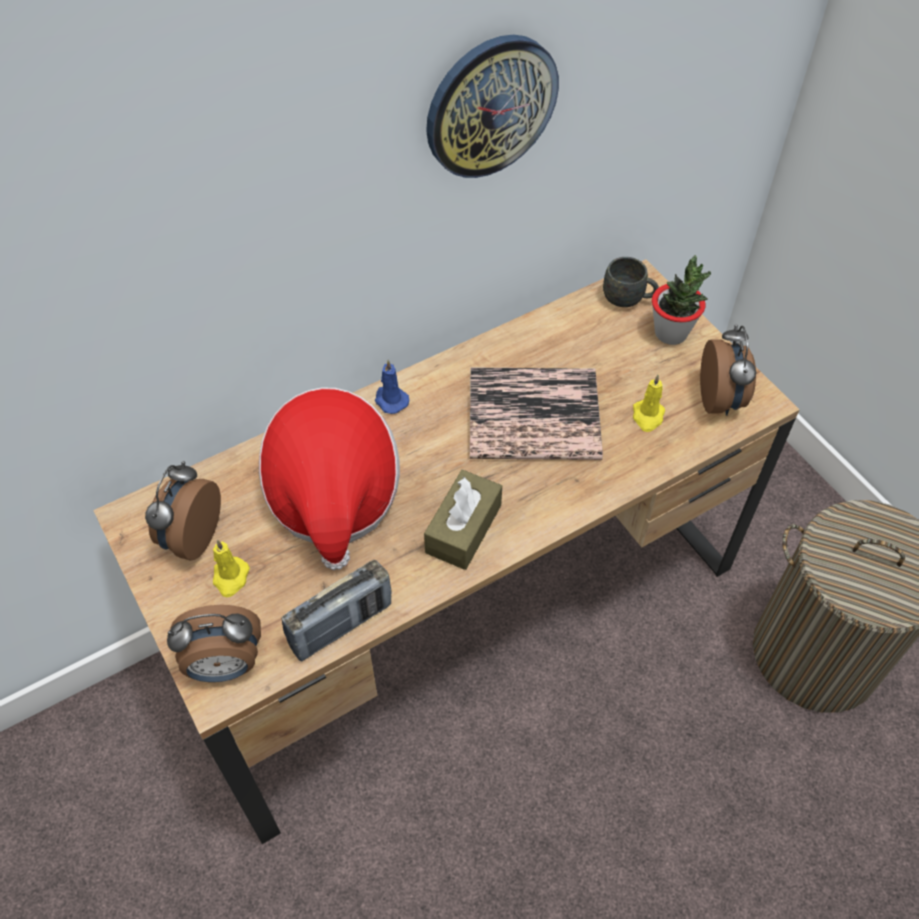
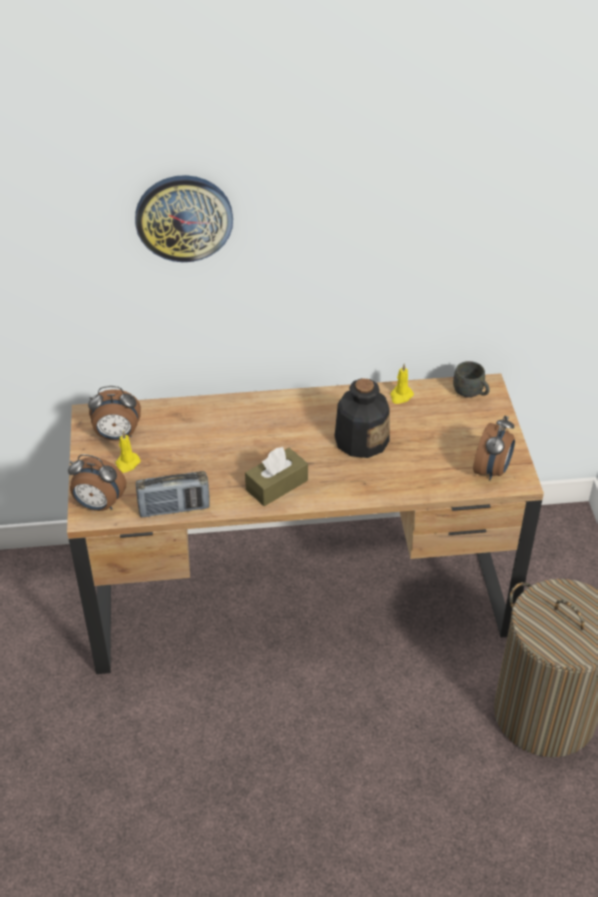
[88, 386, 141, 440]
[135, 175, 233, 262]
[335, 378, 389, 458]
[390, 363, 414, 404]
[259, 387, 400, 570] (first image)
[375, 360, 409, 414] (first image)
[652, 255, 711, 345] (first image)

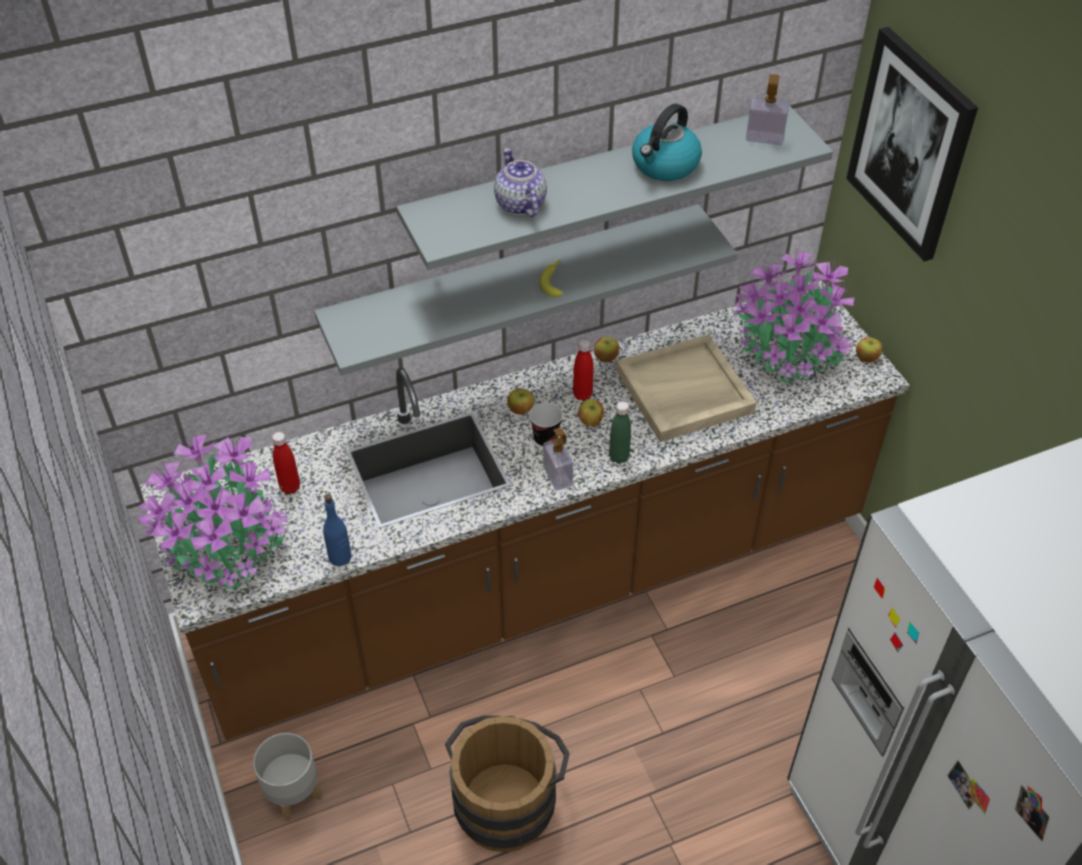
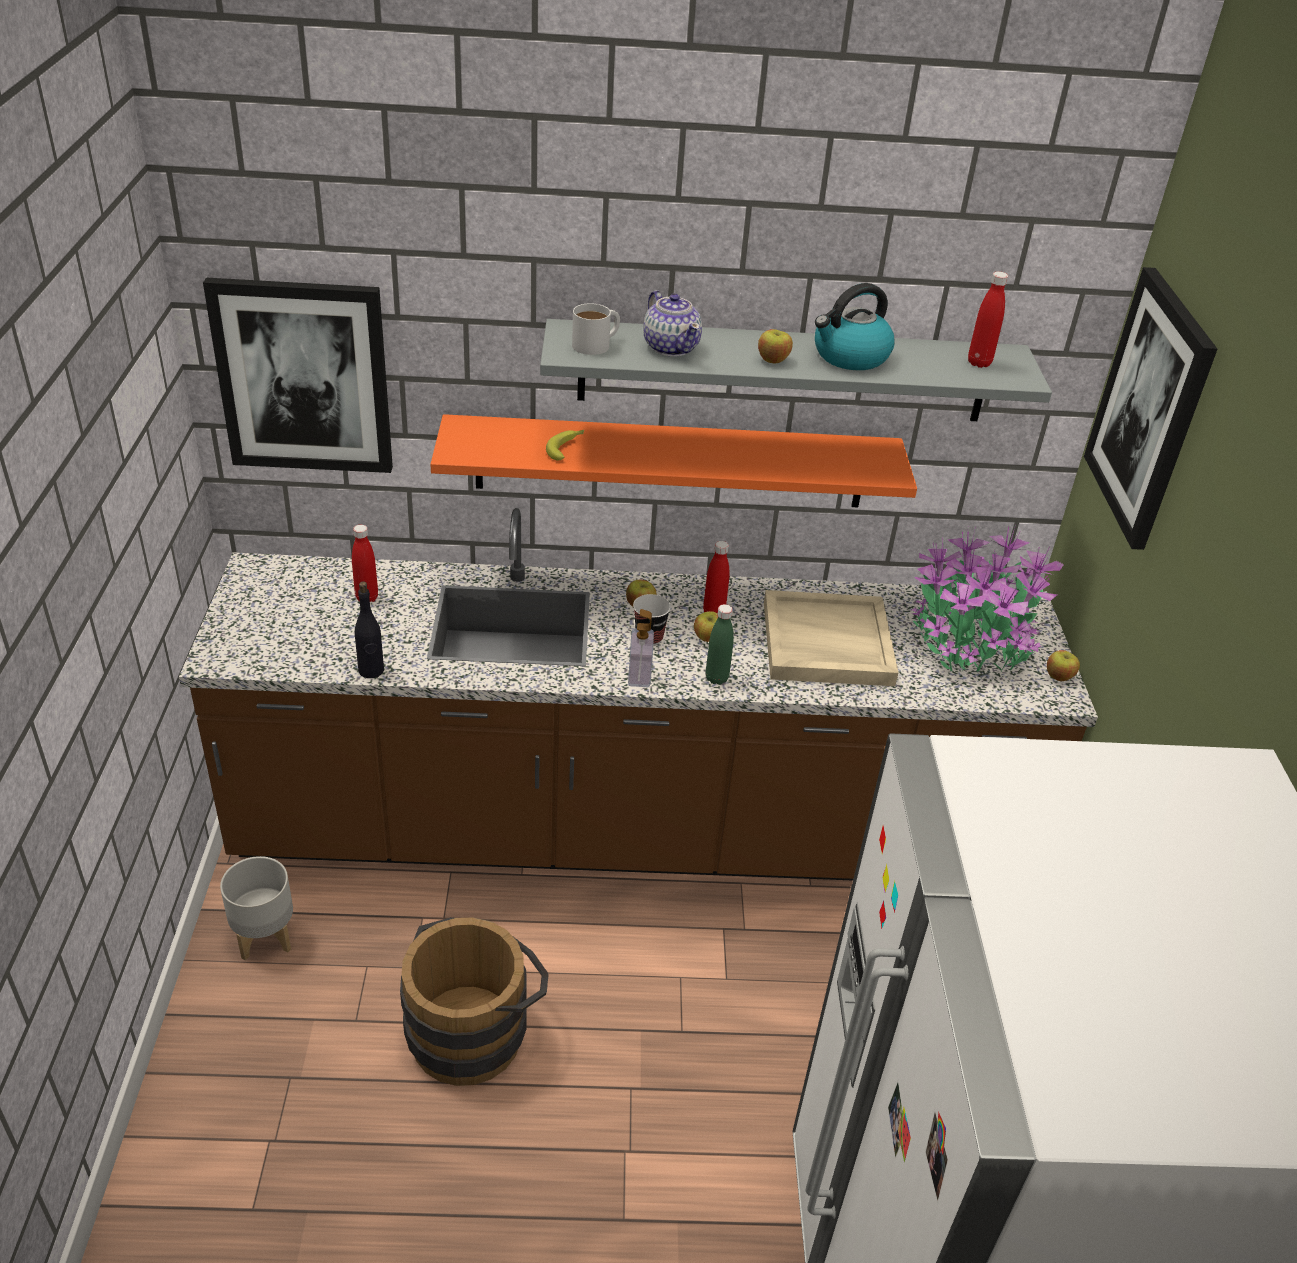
[203, 278, 393, 473]
[355, 581, 384, 678]
[430, 414, 917, 507]
[546, 430, 584, 460]
[572, 304, 620, 355]
[643, 290, 702, 357]
[758, 329, 793, 363]
[968, 272, 1008, 368]
[137, 432, 288, 589] (first image)

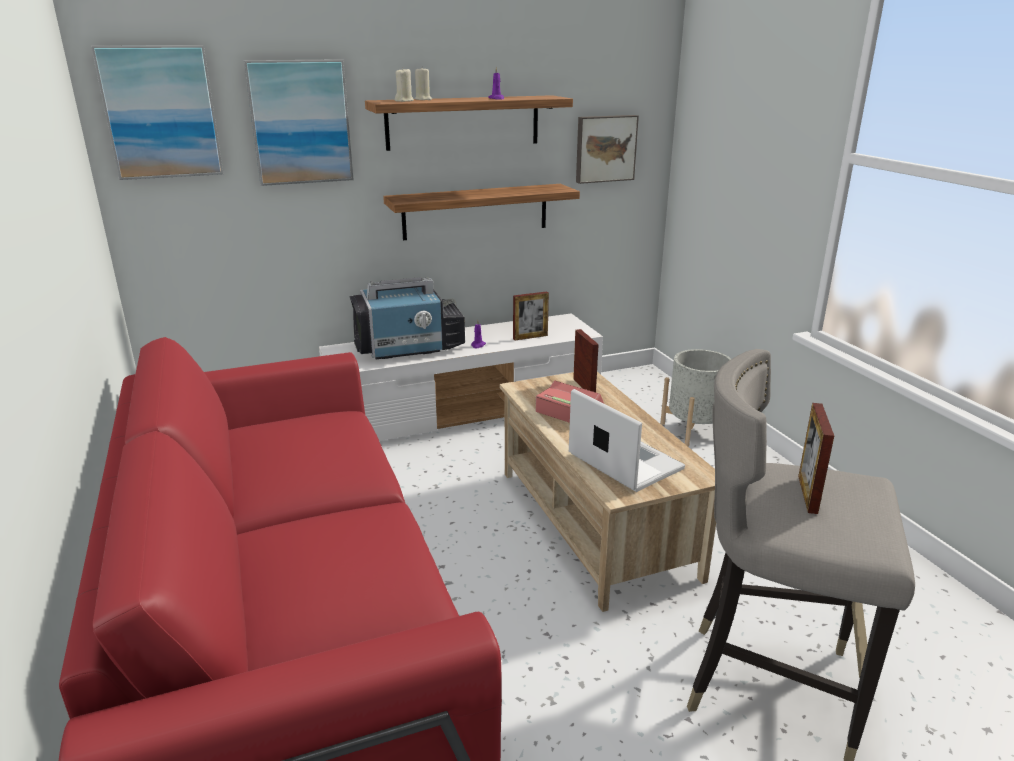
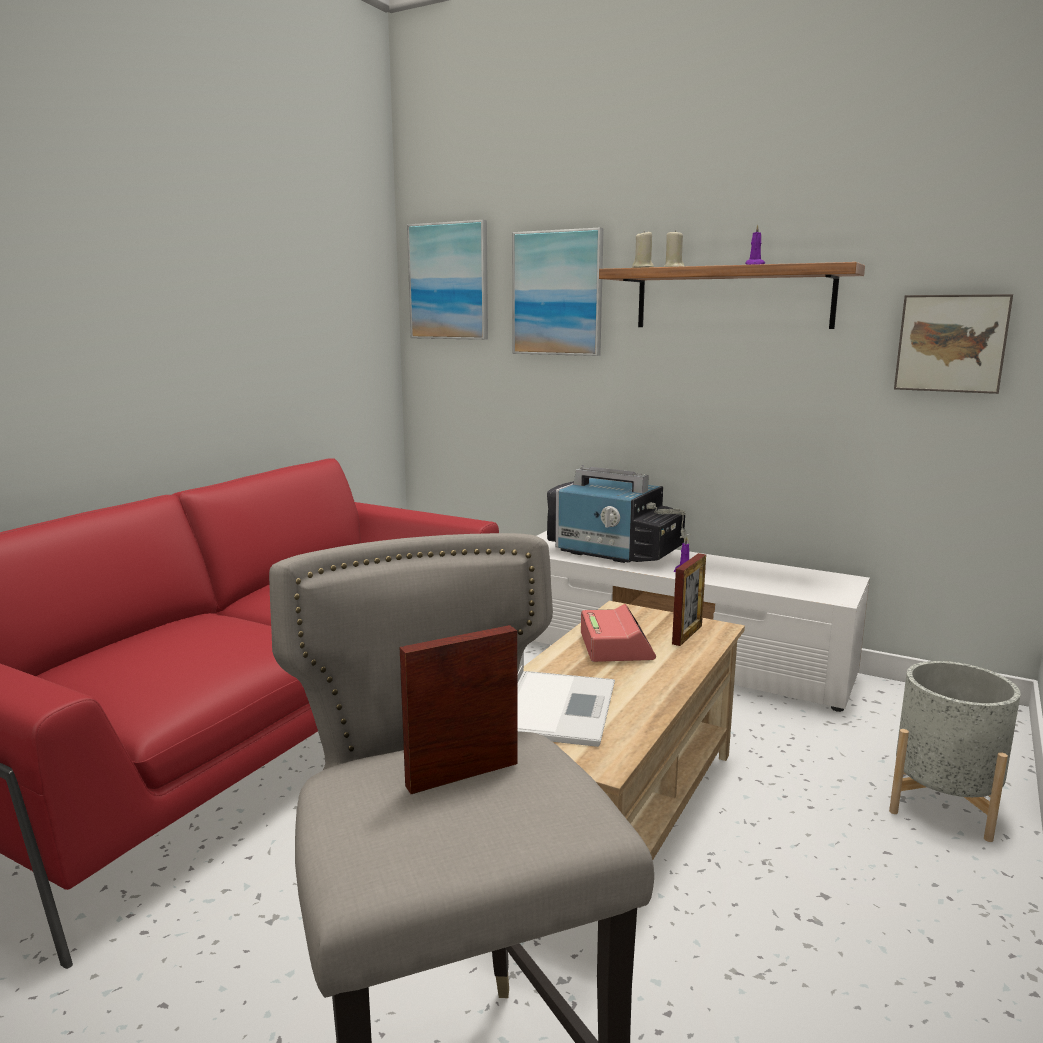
[383, 184, 580, 240] (first image)
[513, 291, 549, 340] (first image)

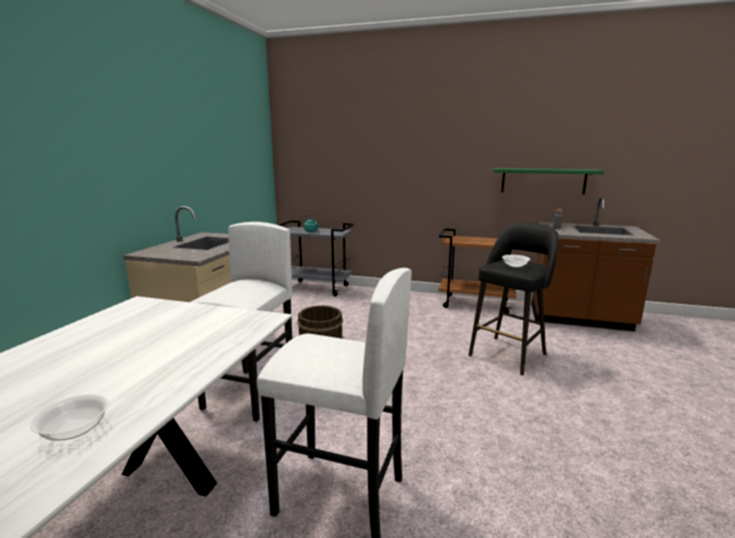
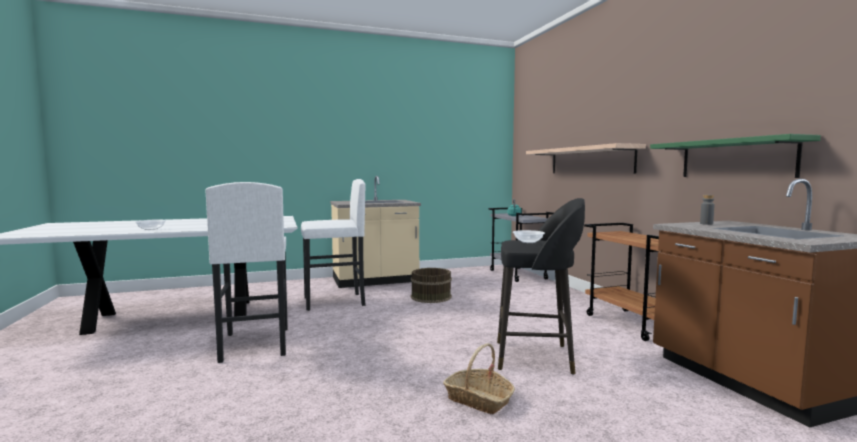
[443, 343, 515, 414]
[526, 143, 646, 173]

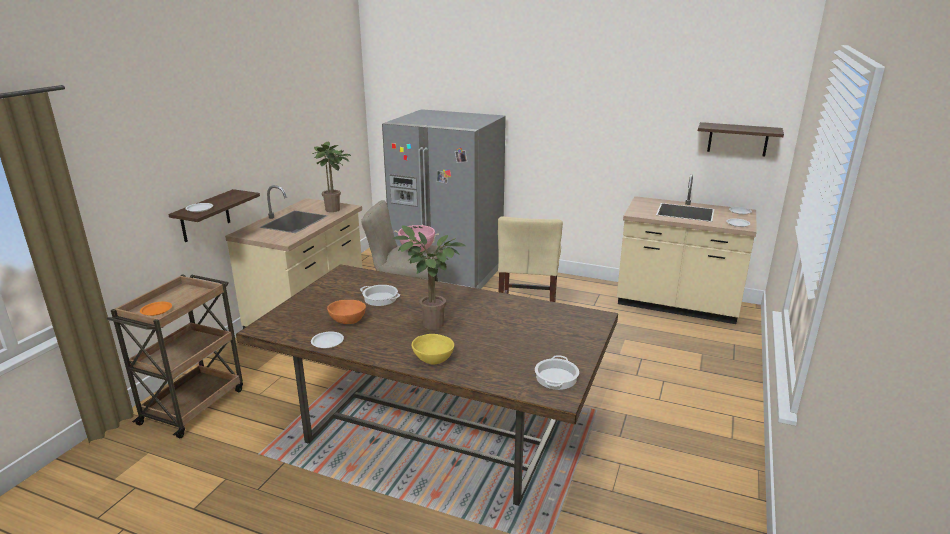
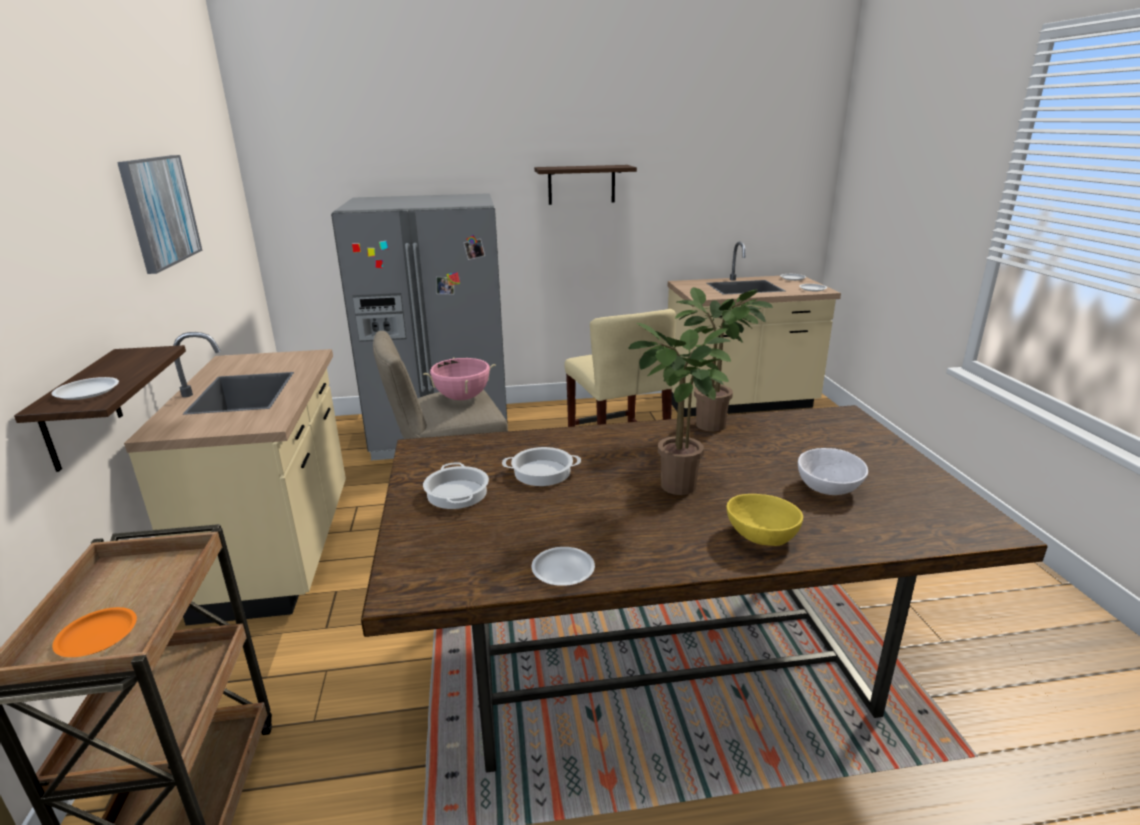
[117, 155, 202, 274]
[423, 462, 489, 509]
[534, 165, 637, 205]
[675, 287, 773, 432]
[798, 448, 868, 495]
[327, 300, 366, 324] (first image)

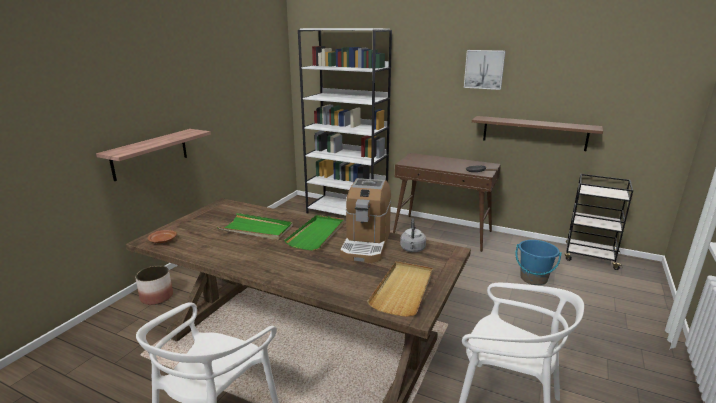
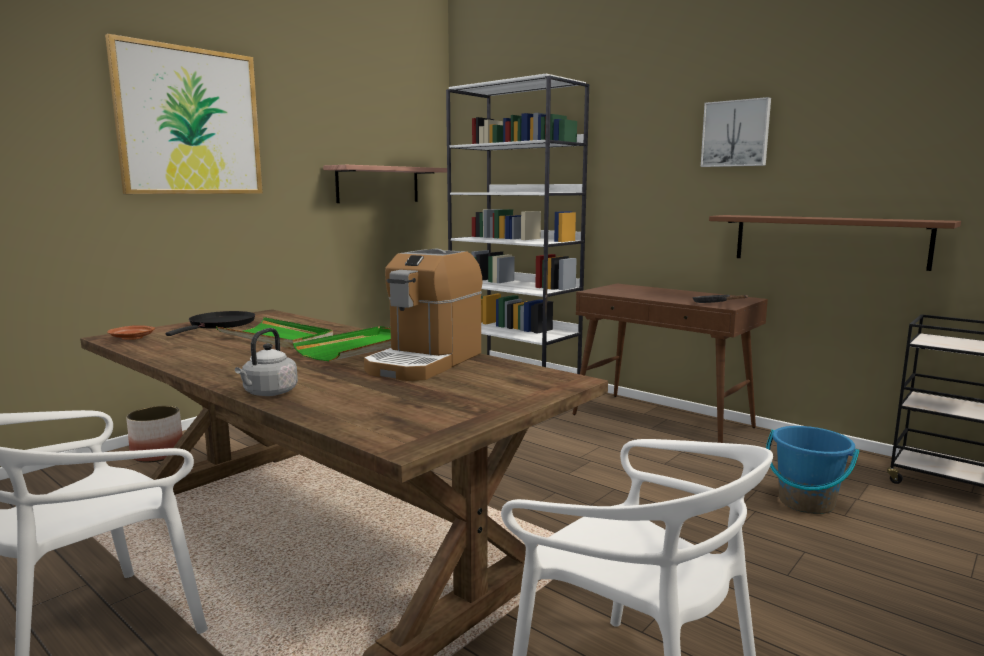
[105, 34, 263, 194]
[166, 311, 255, 336]
[235, 328, 298, 396]
[323, 165, 447, 203]
[367, 261, 433, 317] (first image)

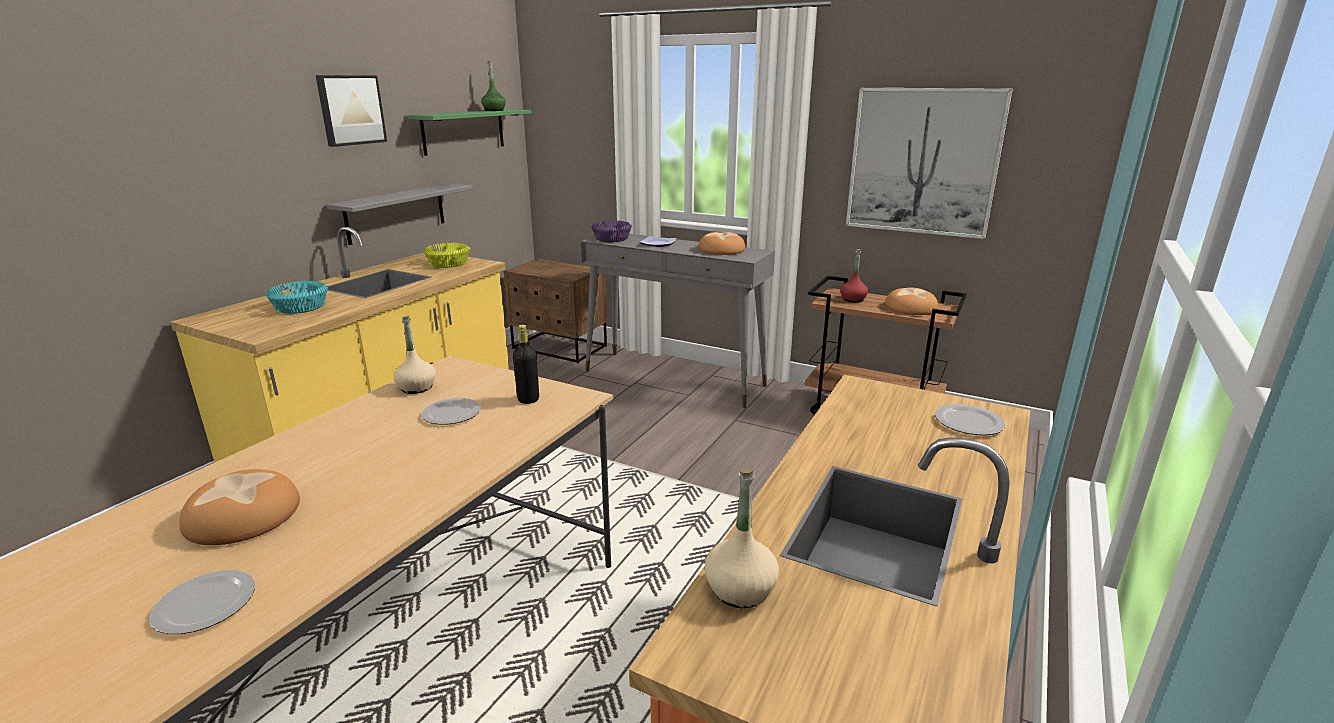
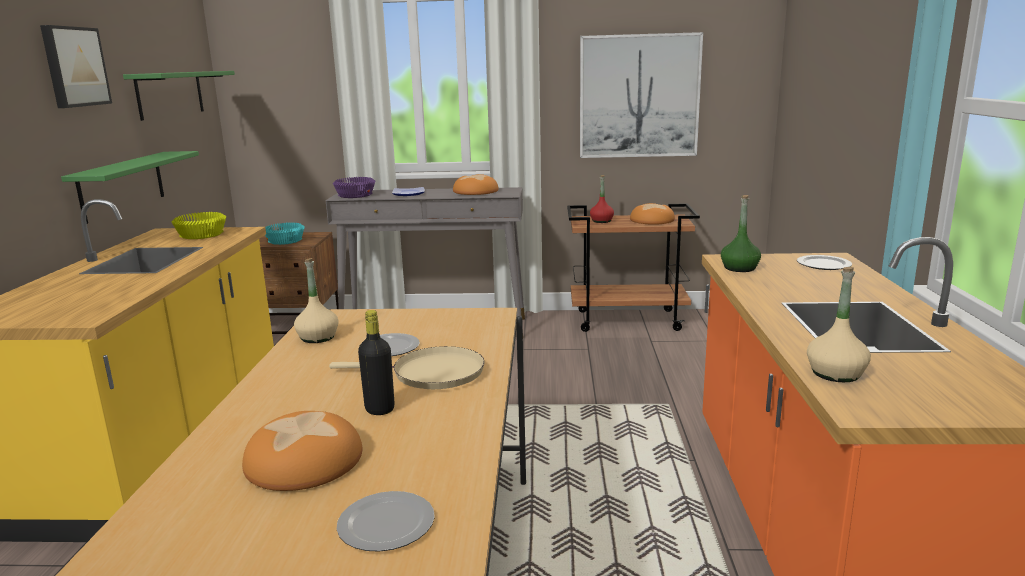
[61, 151, 199, 224]
[265, 222, 305, 245]
[329, 346, 485, 389]
[358, 310, 394, 415]
[721, 195, 761, 272]

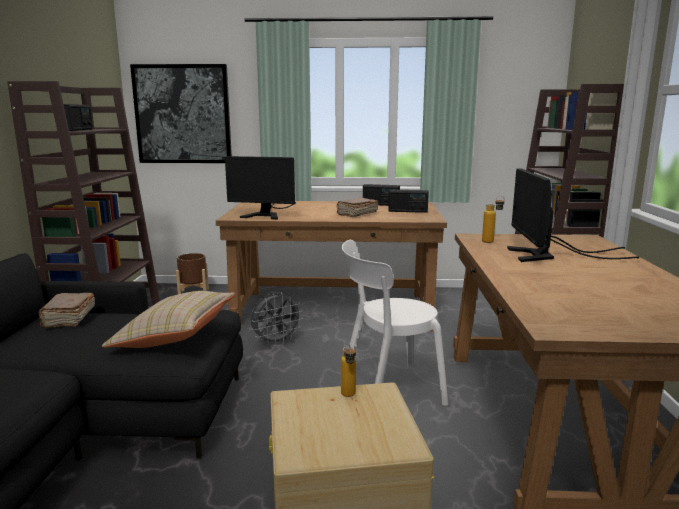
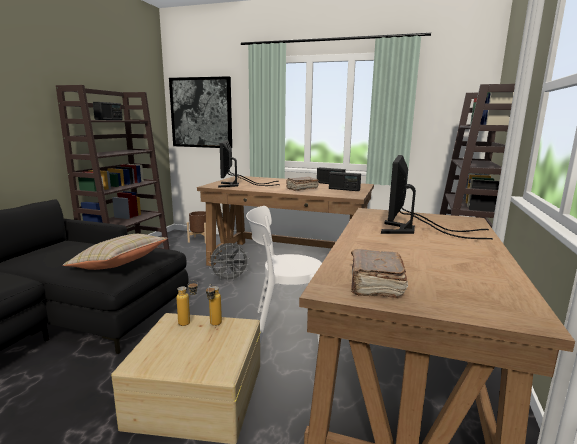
[176, 280, 198, 326]
[218, 140, 279, 188]
[351, 249, 408, 299]

